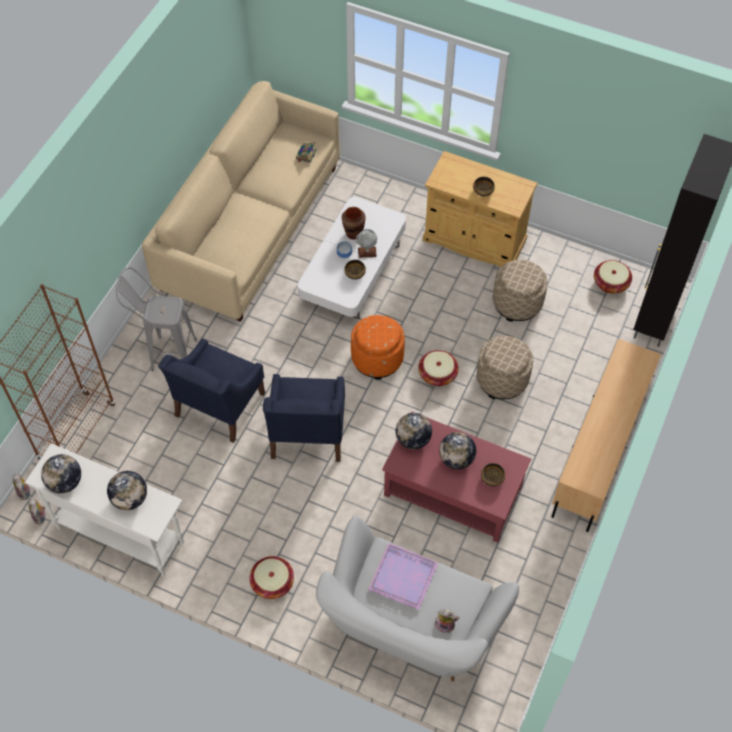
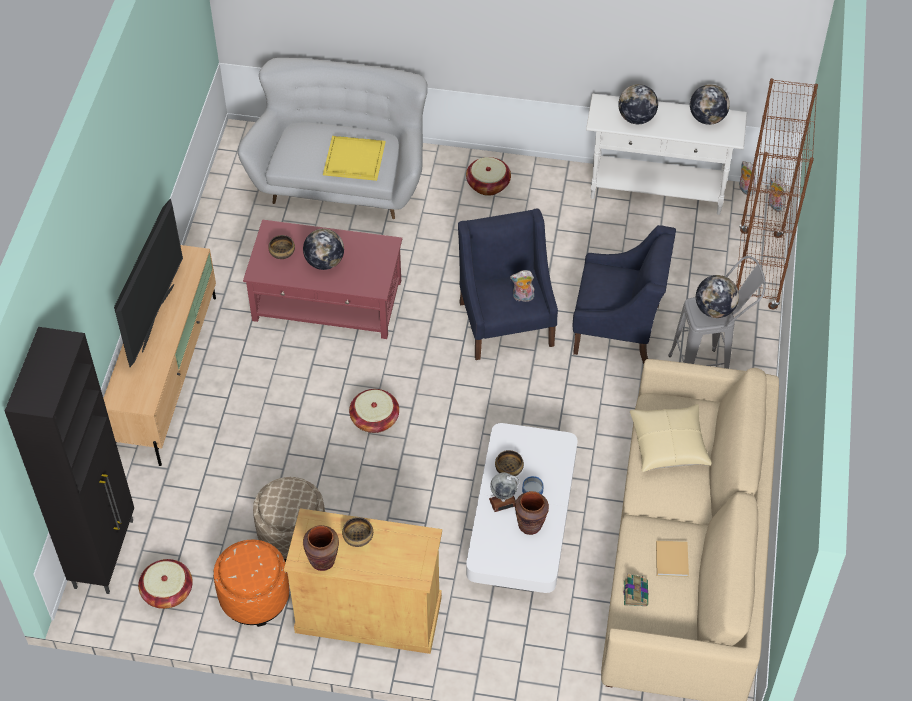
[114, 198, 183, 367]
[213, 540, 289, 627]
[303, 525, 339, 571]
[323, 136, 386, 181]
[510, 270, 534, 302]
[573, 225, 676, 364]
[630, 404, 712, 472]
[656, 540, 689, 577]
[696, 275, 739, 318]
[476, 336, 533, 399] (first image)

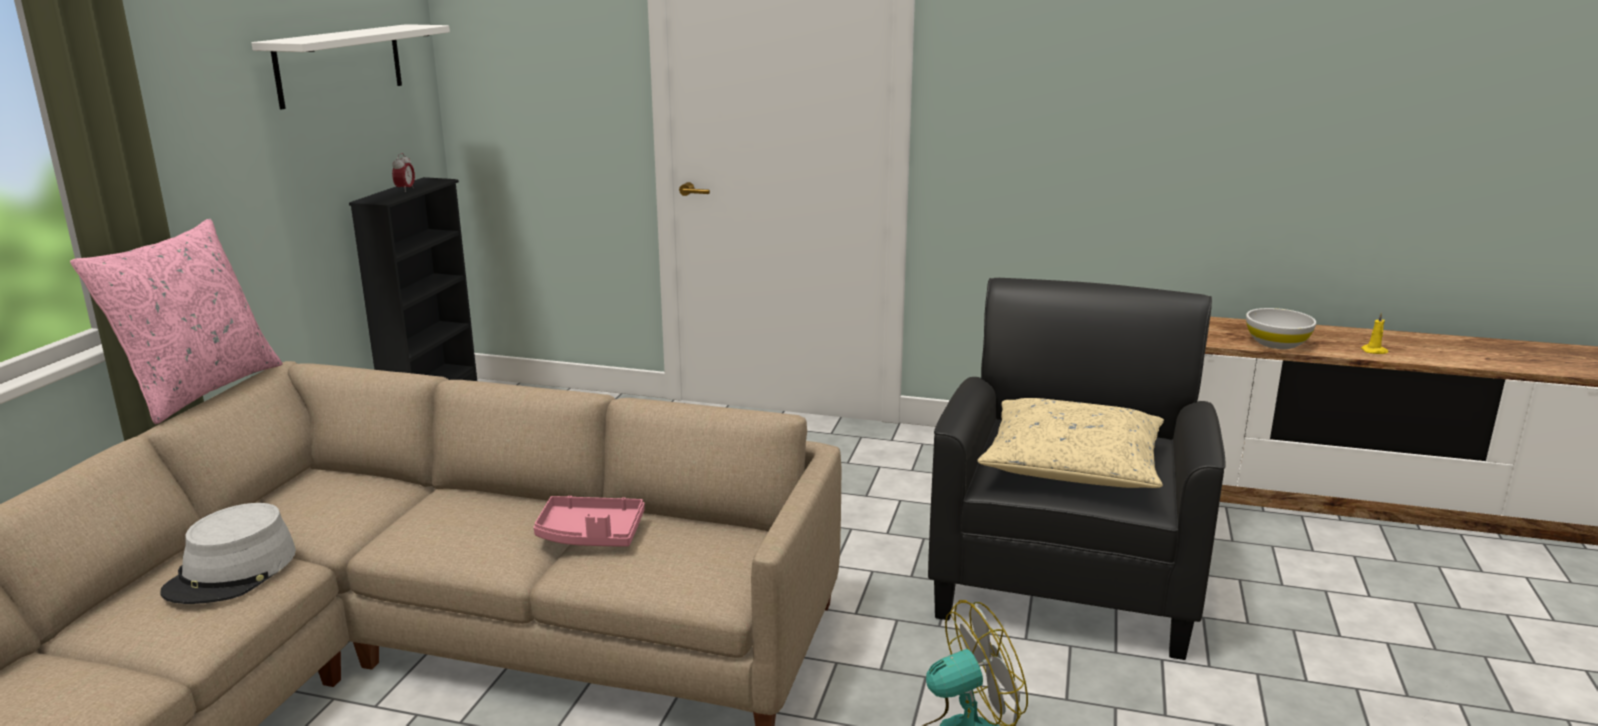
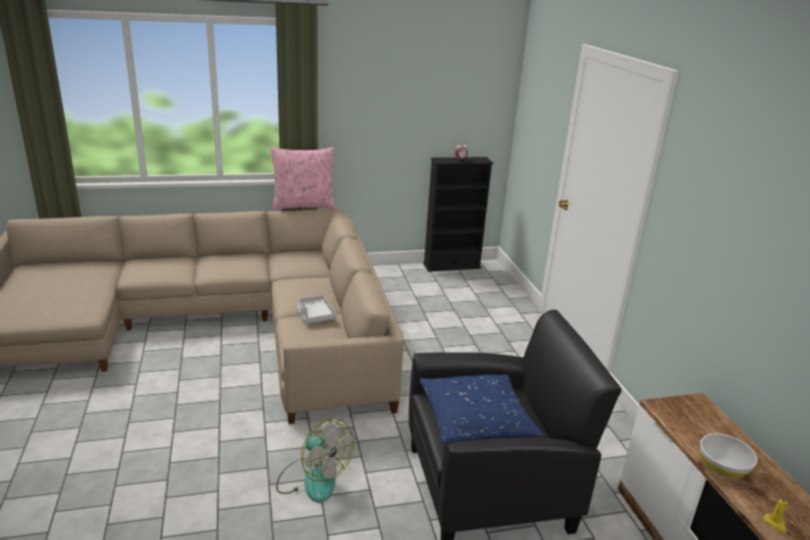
[298, 295, 337, 324]
[419, 374, 543, 444]
[160, 503, 296, 604] (first image)
[251, 24, 450, 109] (first image)

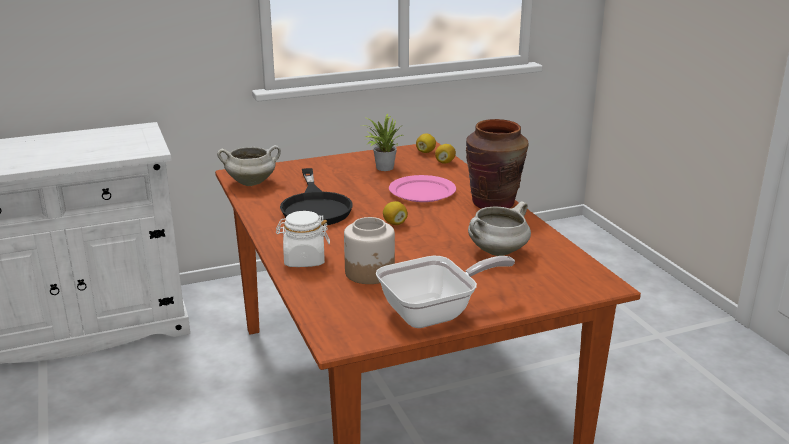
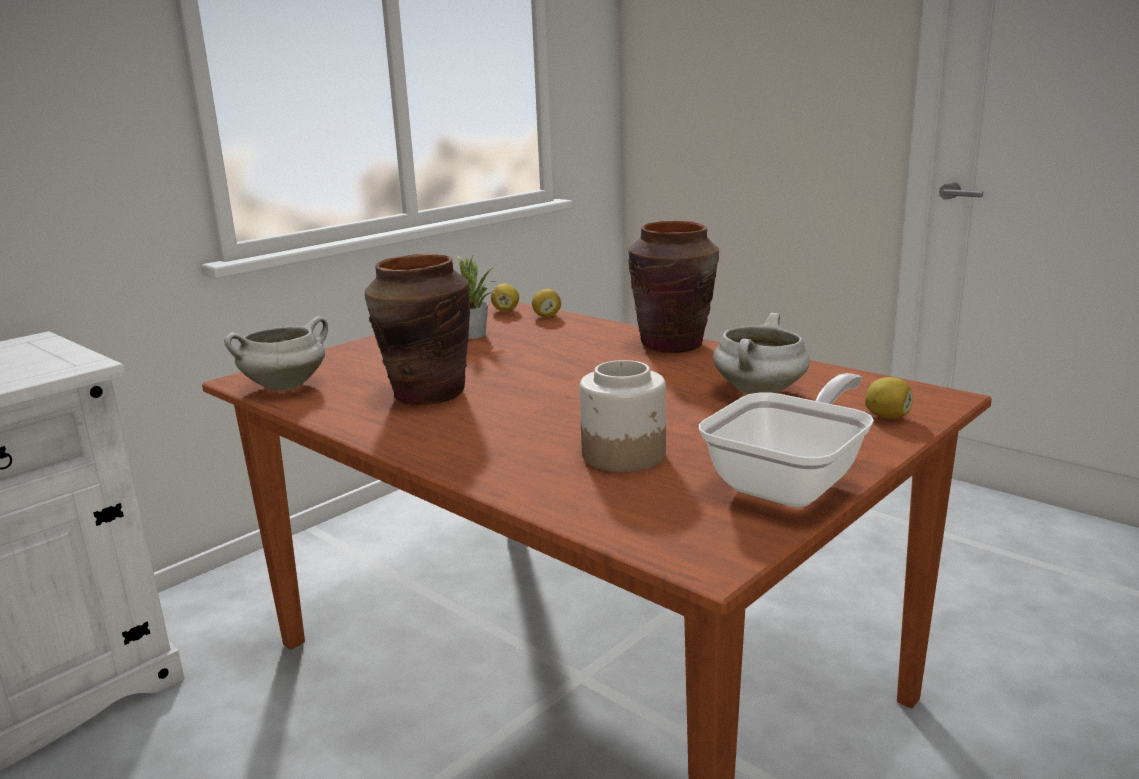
[365, 254, 470, 405]
[865, 377, 913, 419]
[276, 211, 330, 267] (first image)
[389, 175, 456, 202] (first image)

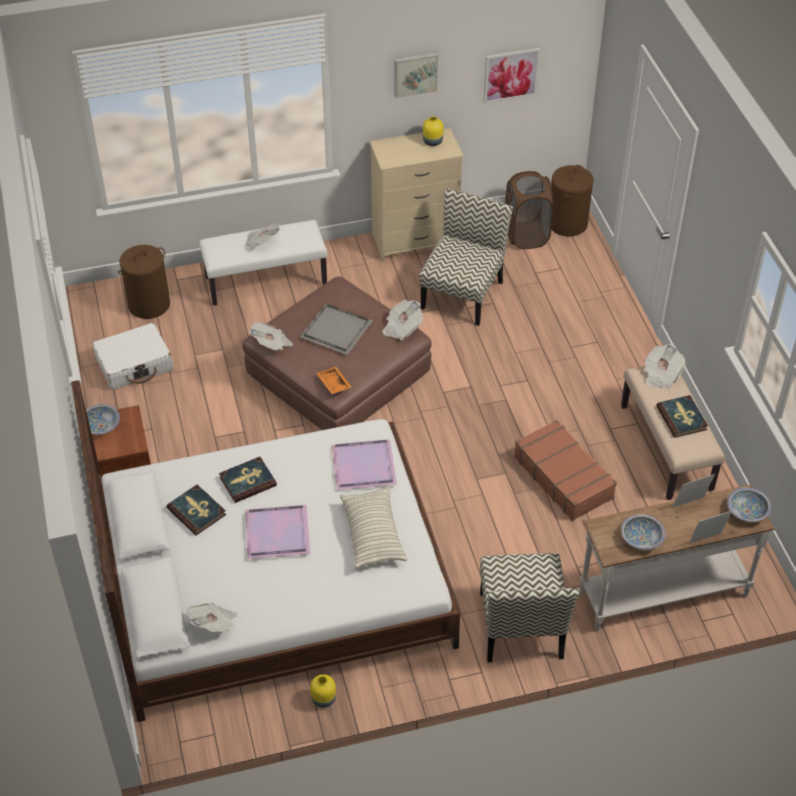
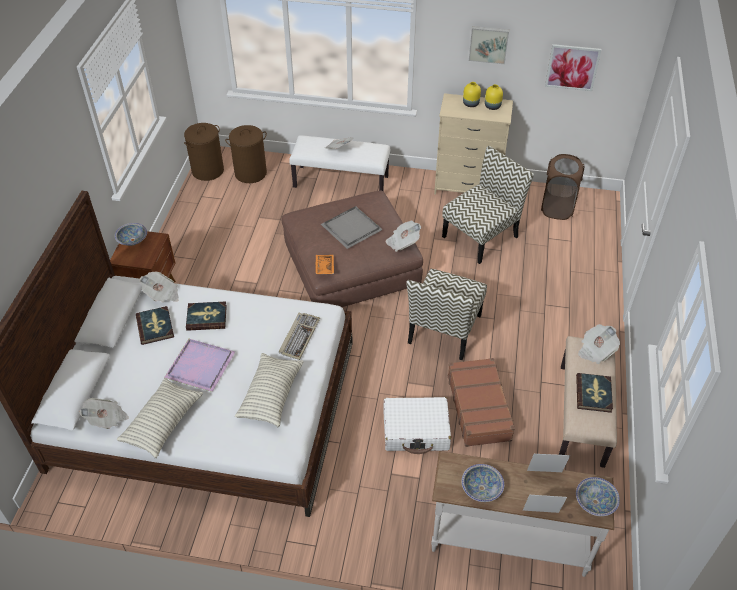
[116, 378, 203, 458]
[139, 272, 179, 302]
[184, 123, 224, 181]
[279, 313, 320, 360]
[384, 397, 451, 454]
[406, 269, 487, 360]
[463, 82, 481, 107]

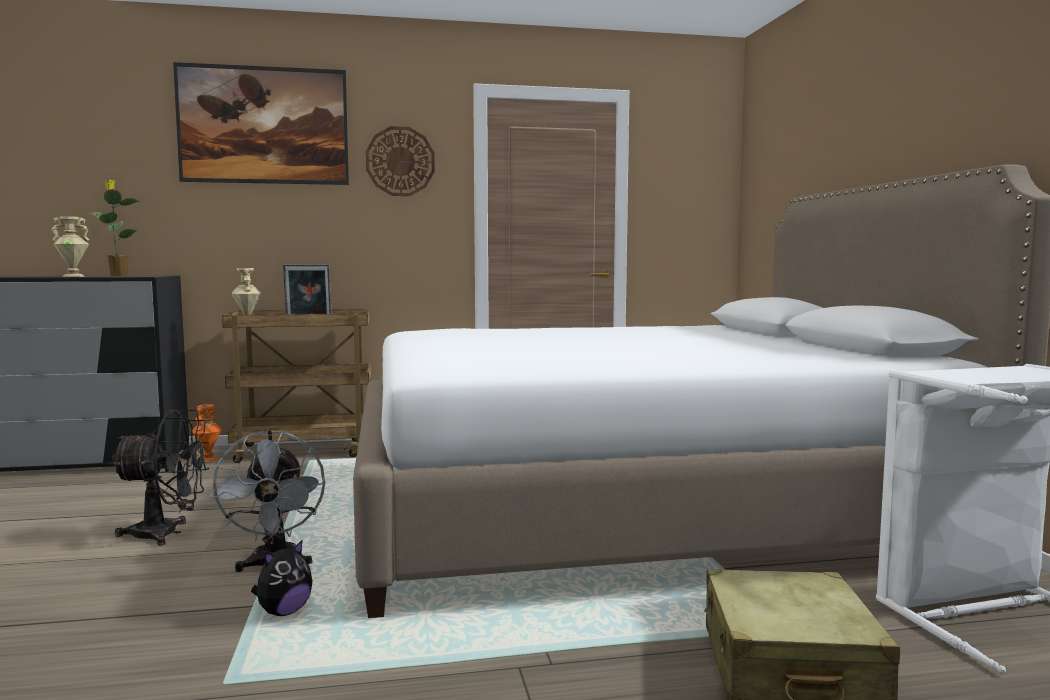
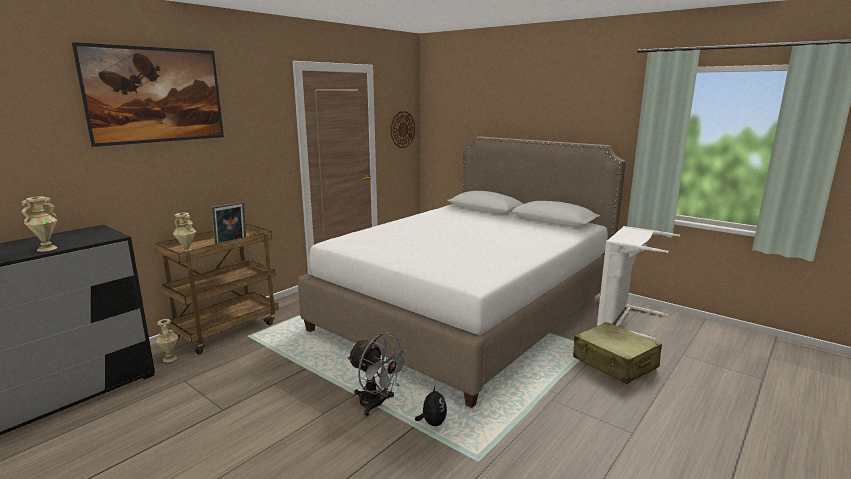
[155, 319, 178, 362]
[391, 111, 415, 148]
[89, 180, 141, 276] (first image)
[110, 410, 210, 546] (first image)

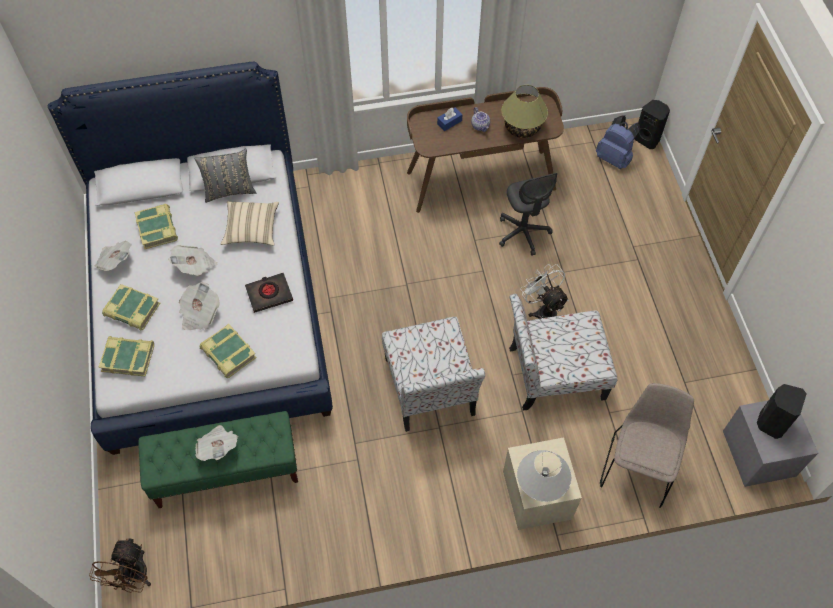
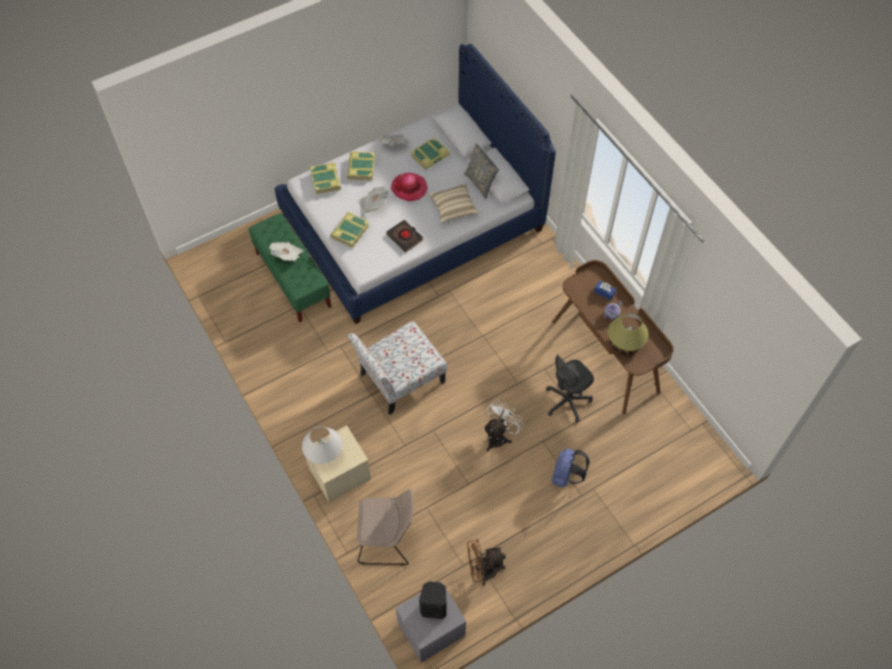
[391, 173, 427, 201]
[467, 539, 506, 585]
[551, 448, 590, 488]
[509, 294, 618, 410] (first image)
[635, 100, 670, 149] (first image)

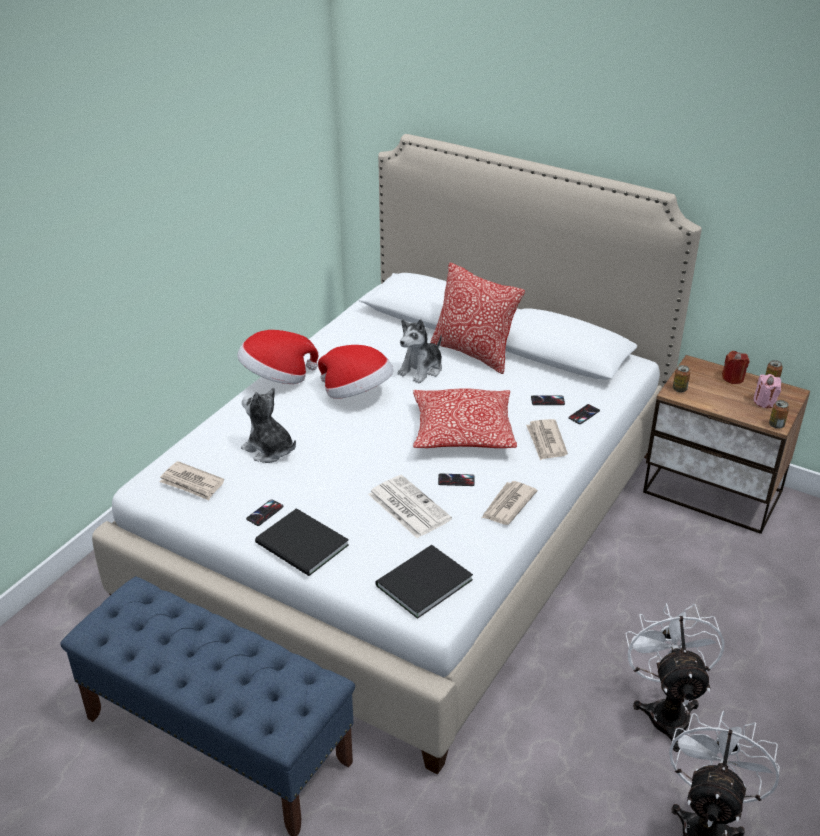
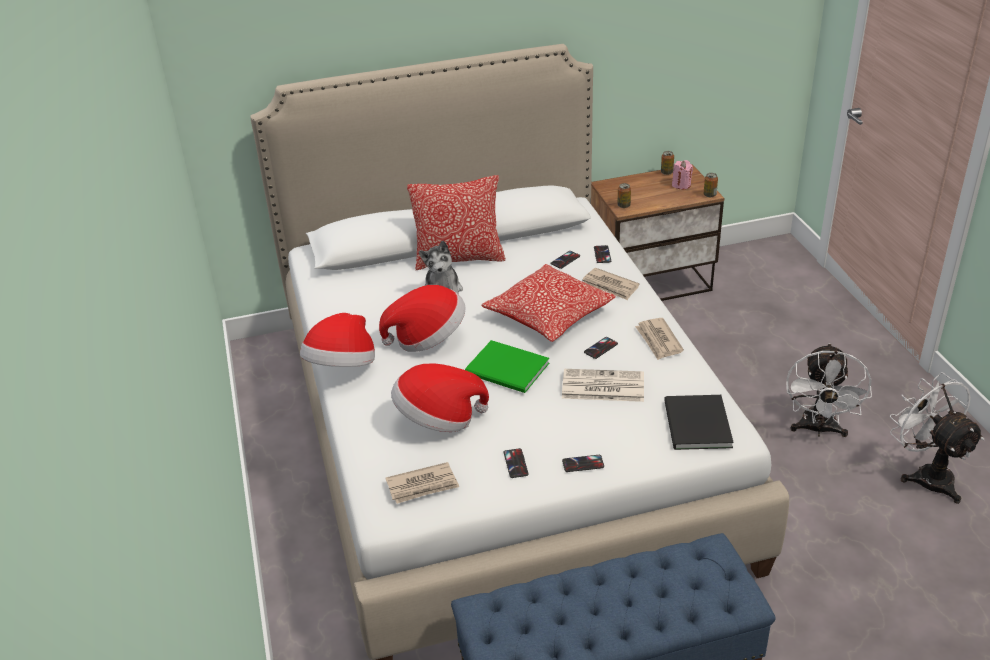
[391, 363, 489, 432]
[465, 340, 549, 393]
[562, 455, 604, 472]
[786, 343, 872, 437]
[722, 351, 749, 384] (first image)

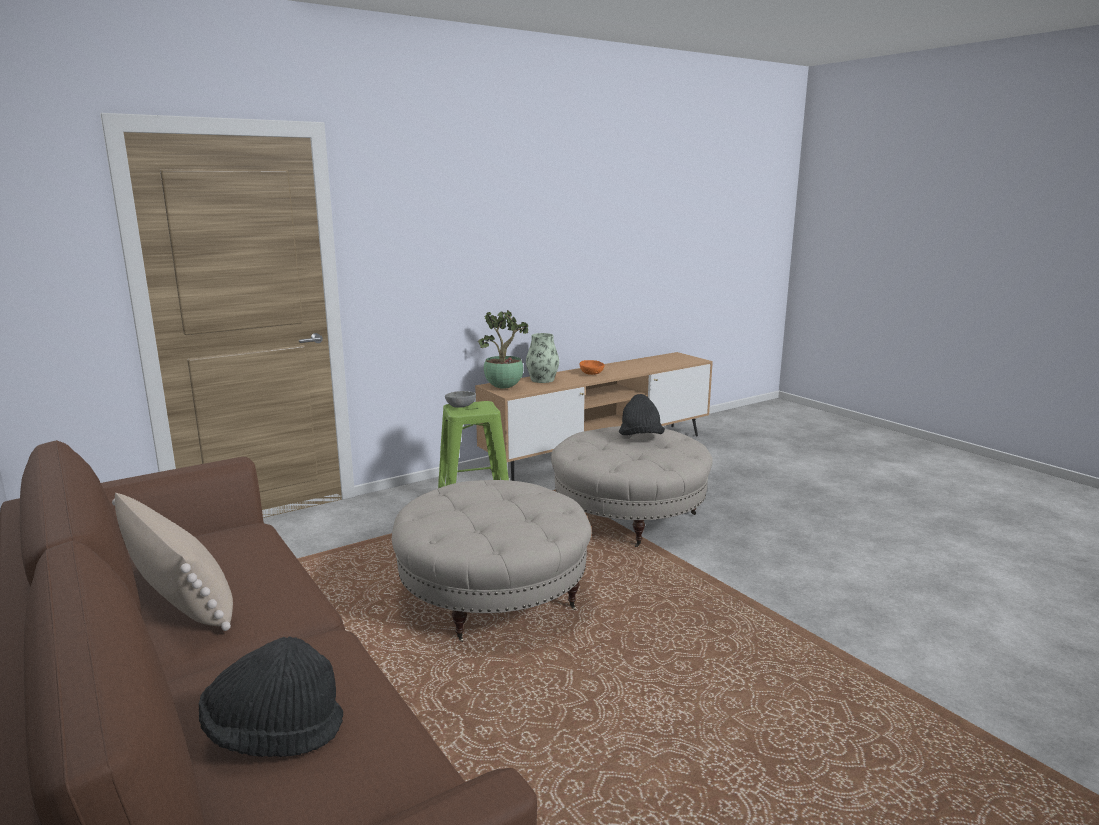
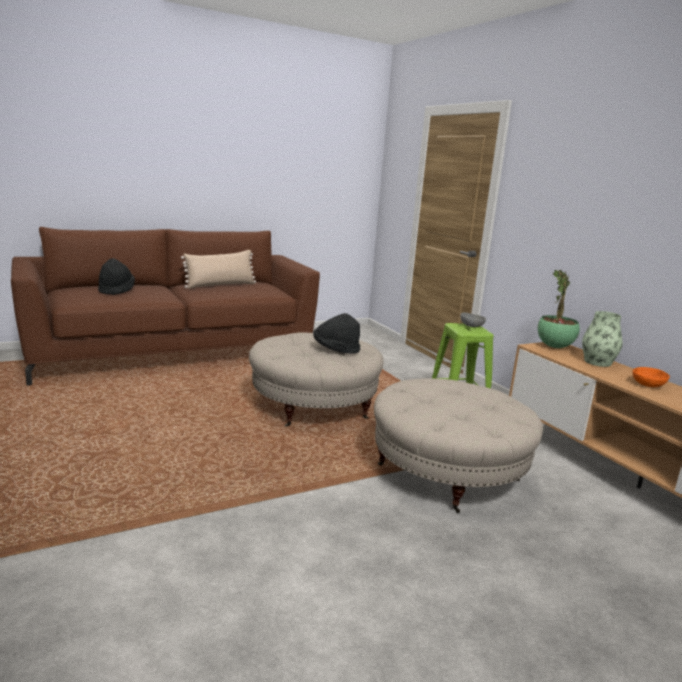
[313, 313, 360, 354]

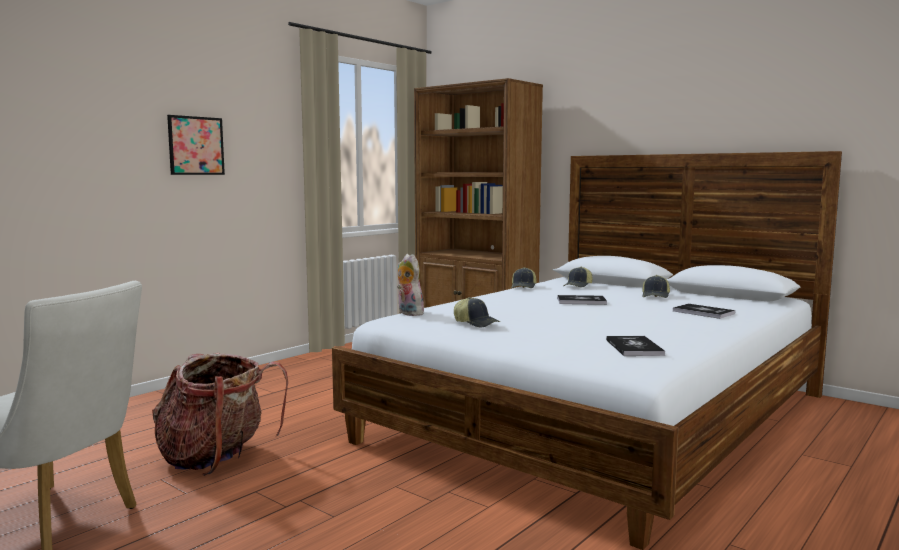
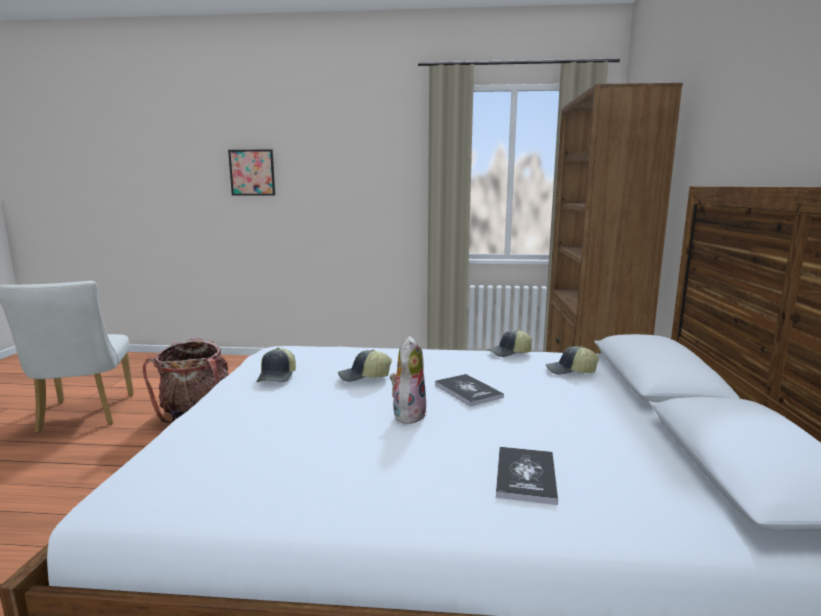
[228, 150, 275, 195]
[338, 350, 392, 382]
[390, 336, 427, 424]
[606, 336, 665, 356] (first image)

